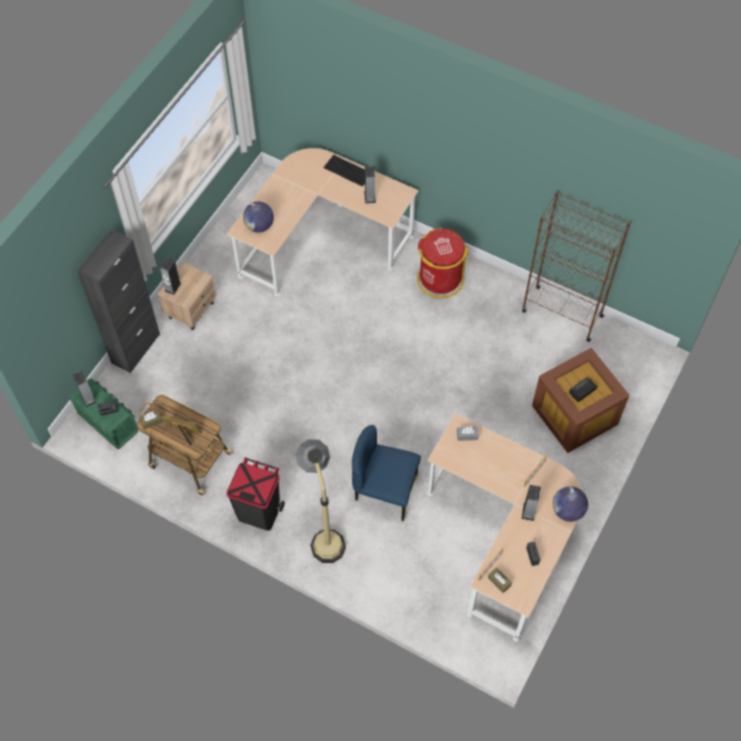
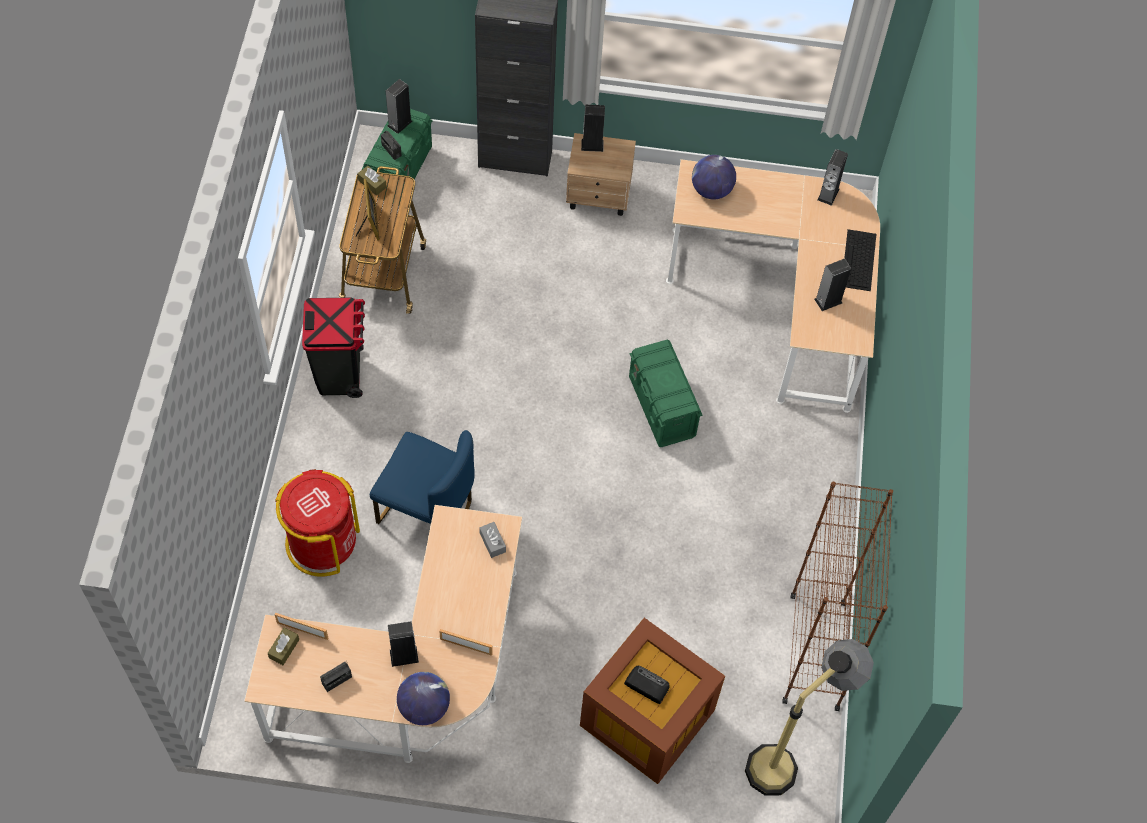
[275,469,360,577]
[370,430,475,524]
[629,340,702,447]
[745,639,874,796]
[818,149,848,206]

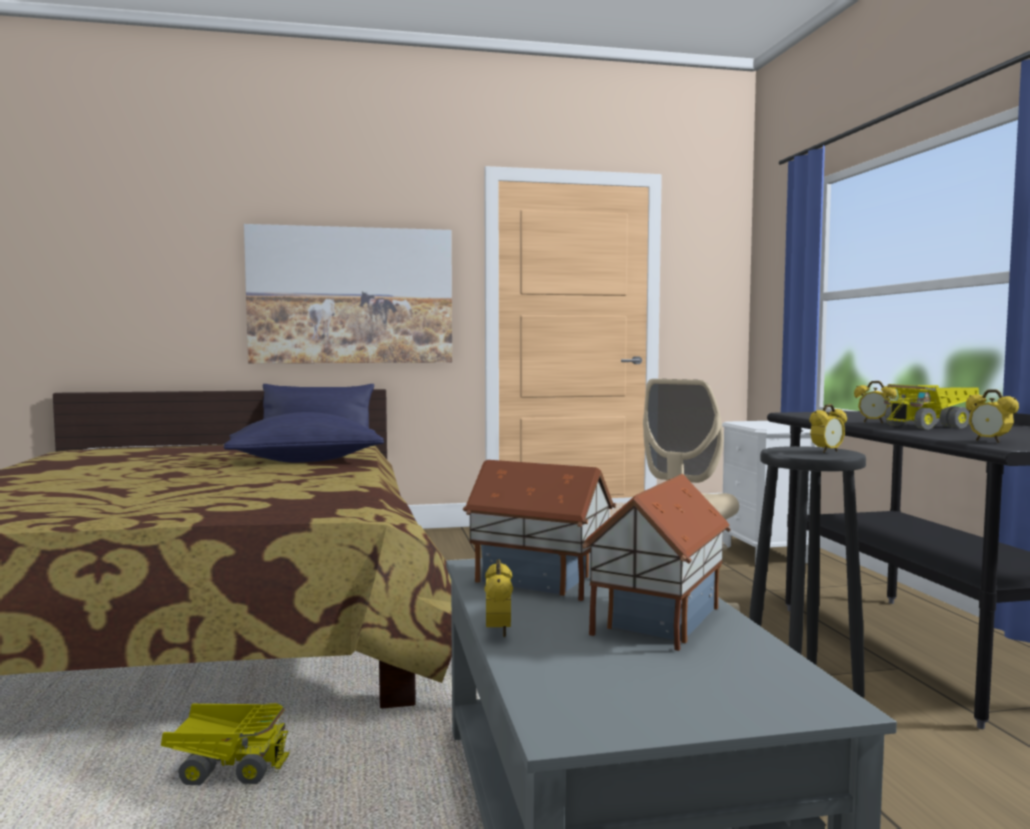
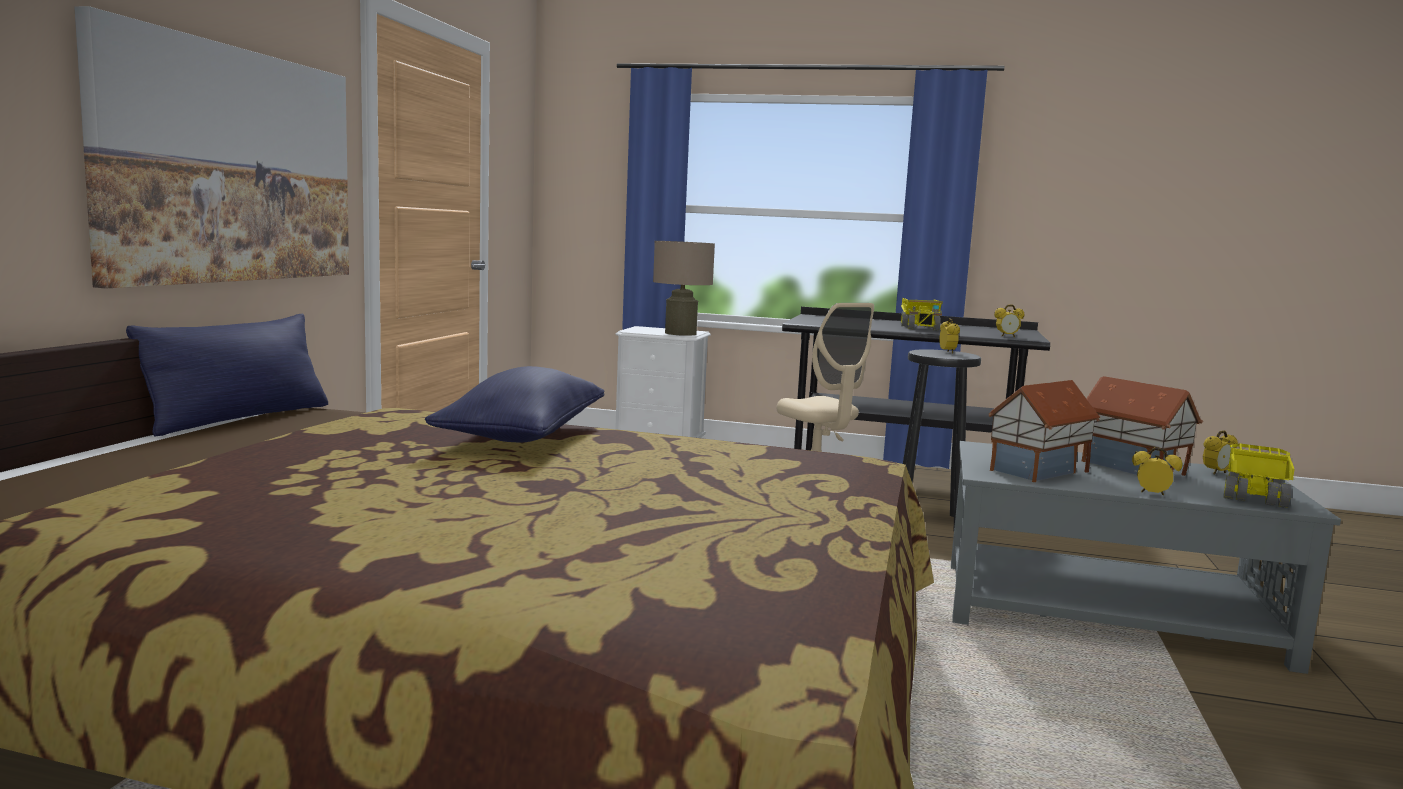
[653,241,715,336]
[1203,430,1238,475]
[1224,443,1295,508]

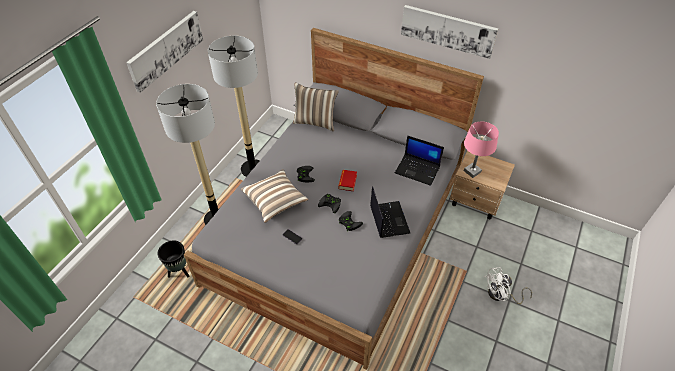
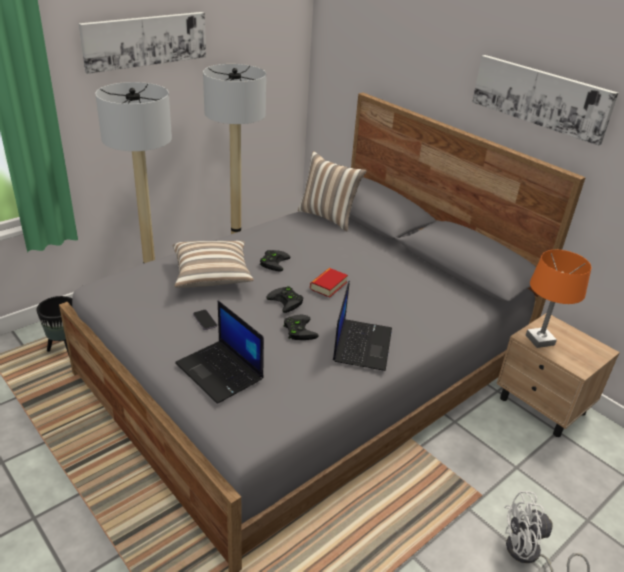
[175,300,264,404]
[526,250,591,348]

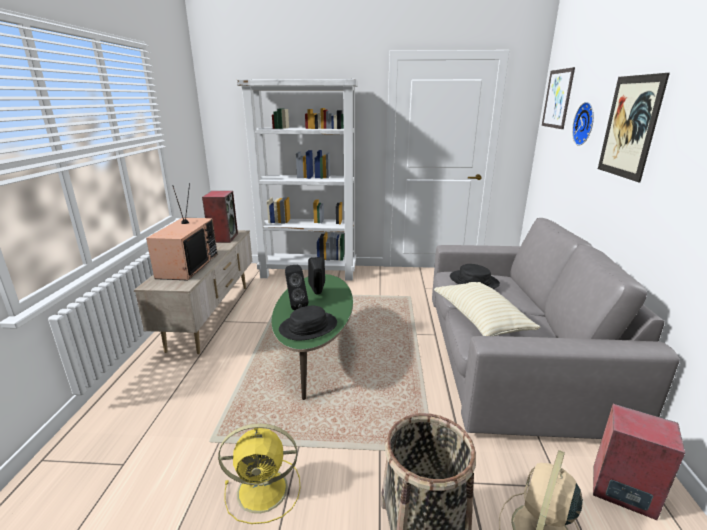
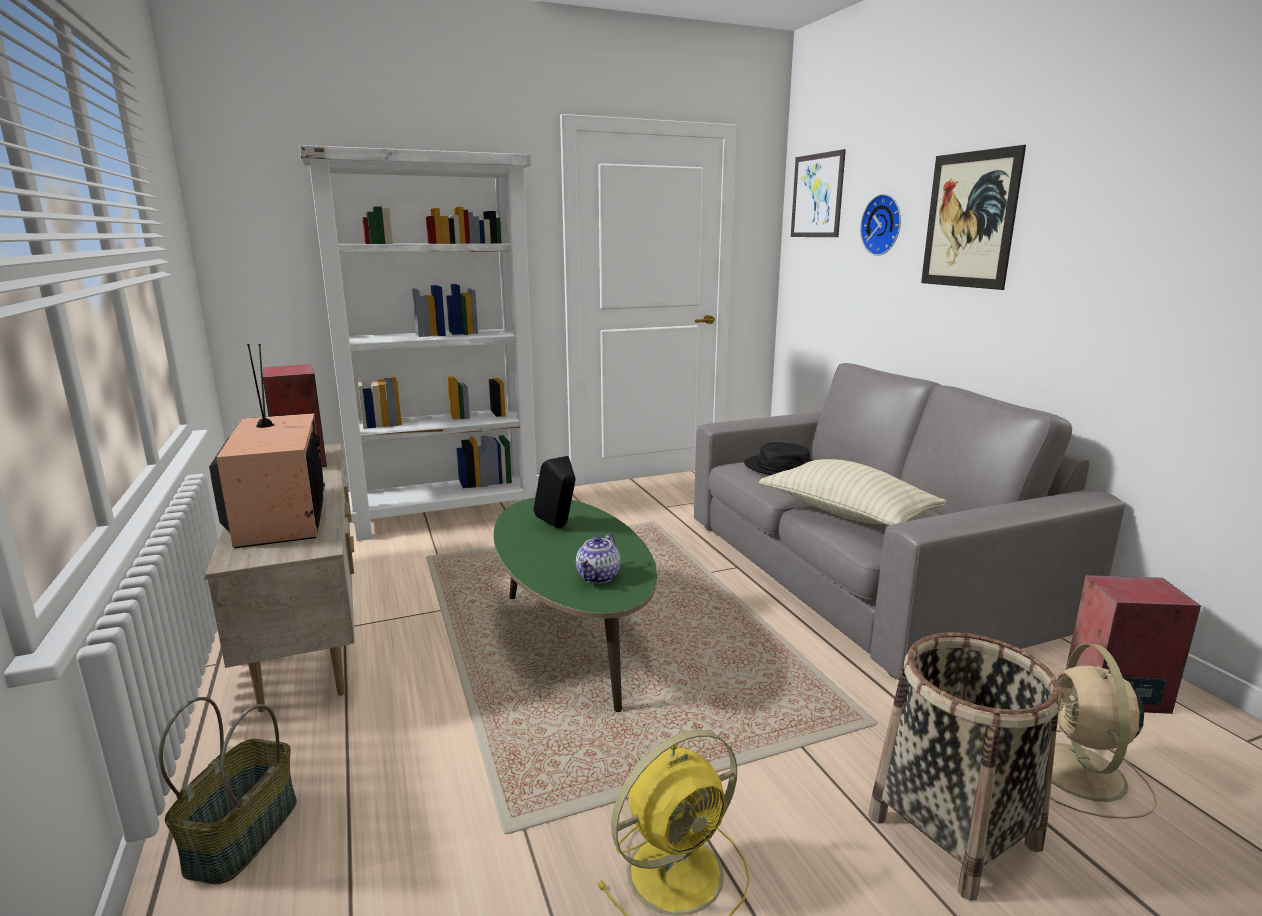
[159,697,297,884]
[576,533,621,584]
[285,265,308,310] (first image)

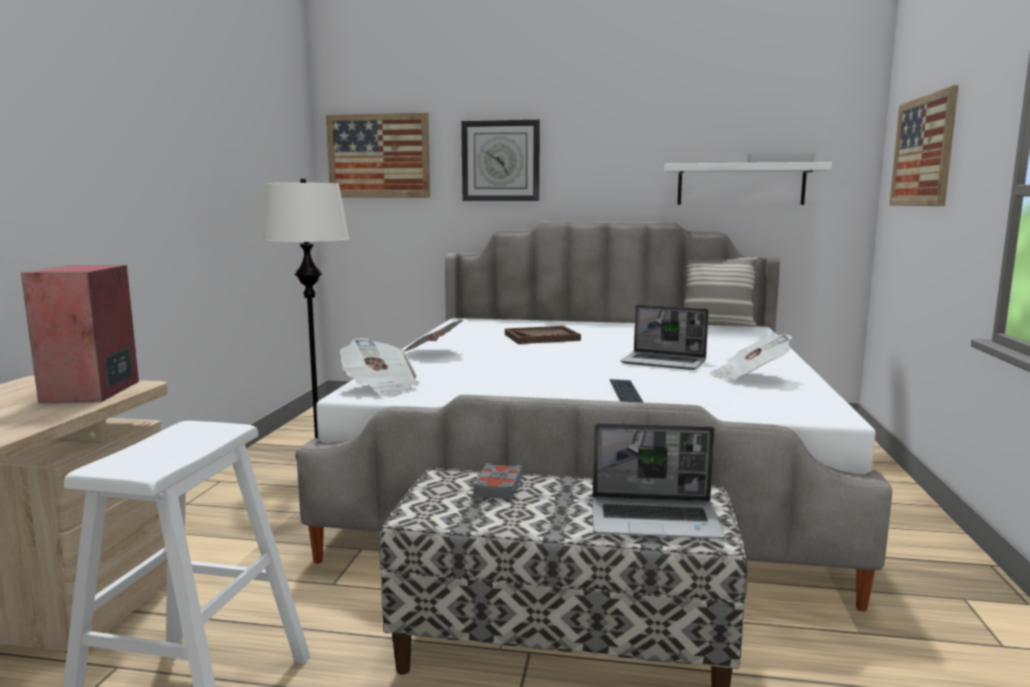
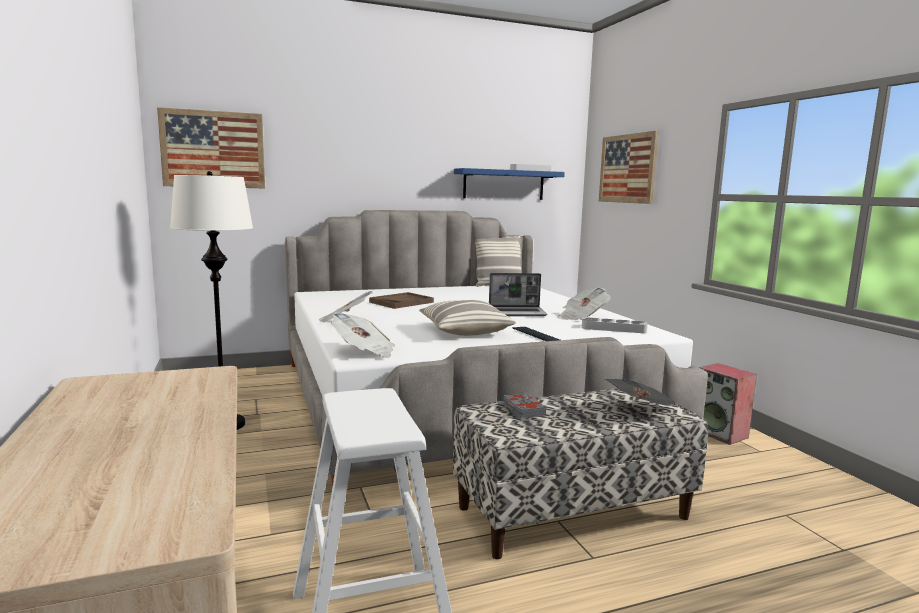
[419,300,516,336]
[454,168,565,200]
[582,317,648,333]
[604,379,675,405]
[699,363,757,445]
[461,120,540,201] (first image)

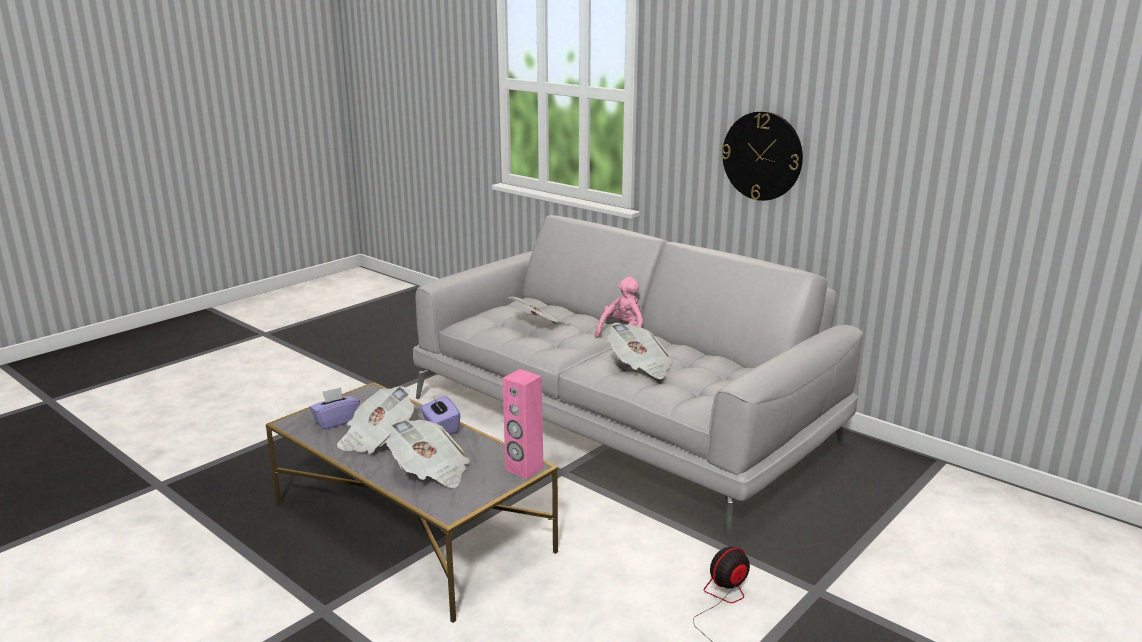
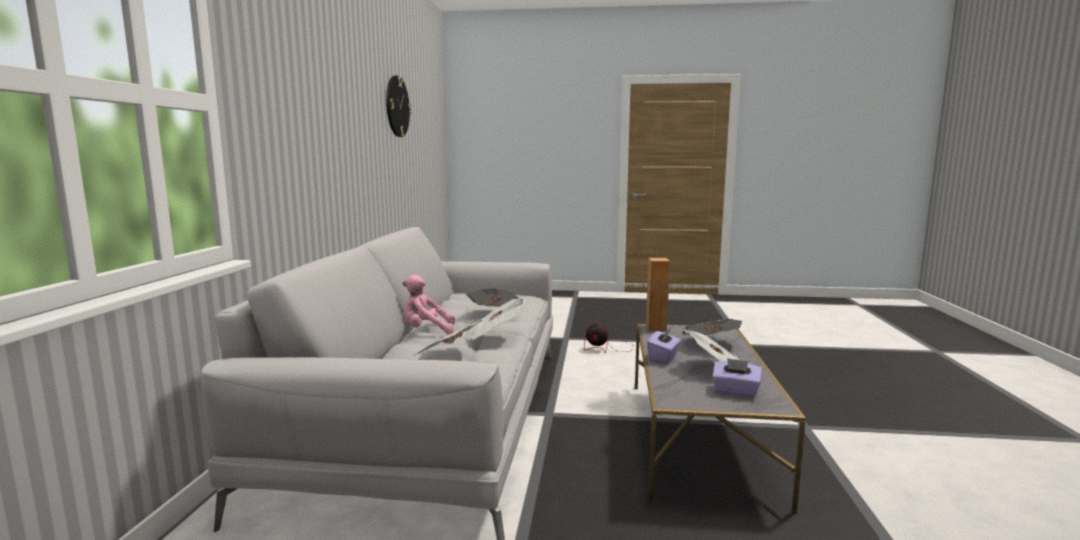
[386,75,412,137]
[462,298,526,341]
[646,258,670,331]

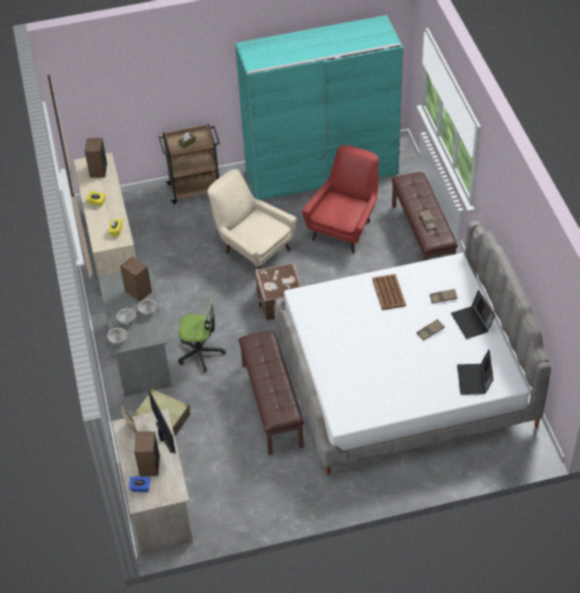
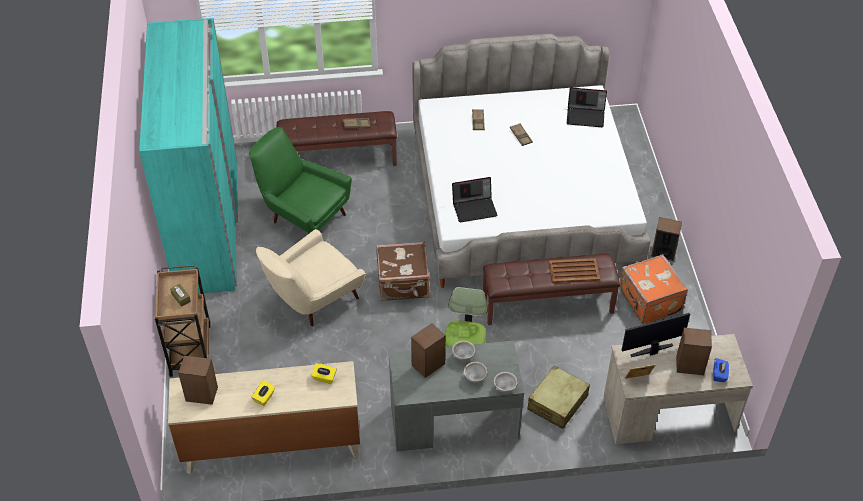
[249,127,352,233]
[452,177,497,222]
[549,258,600,283]
[619,254,688,324]
[651,217,682,261]

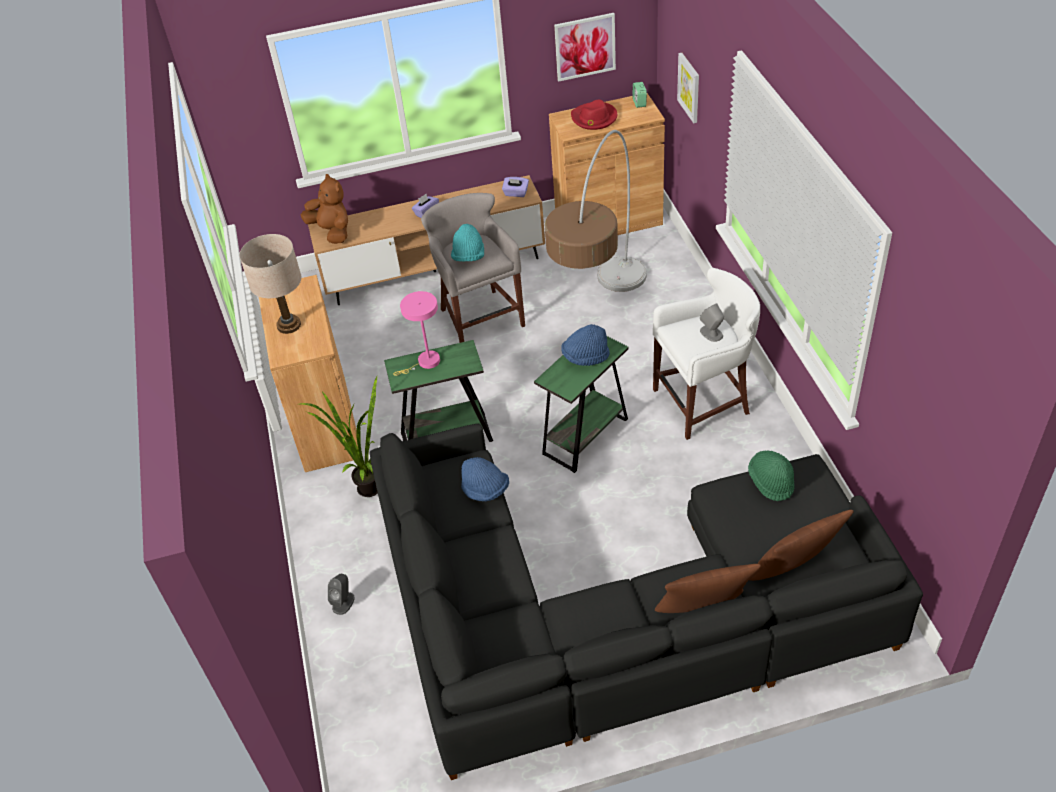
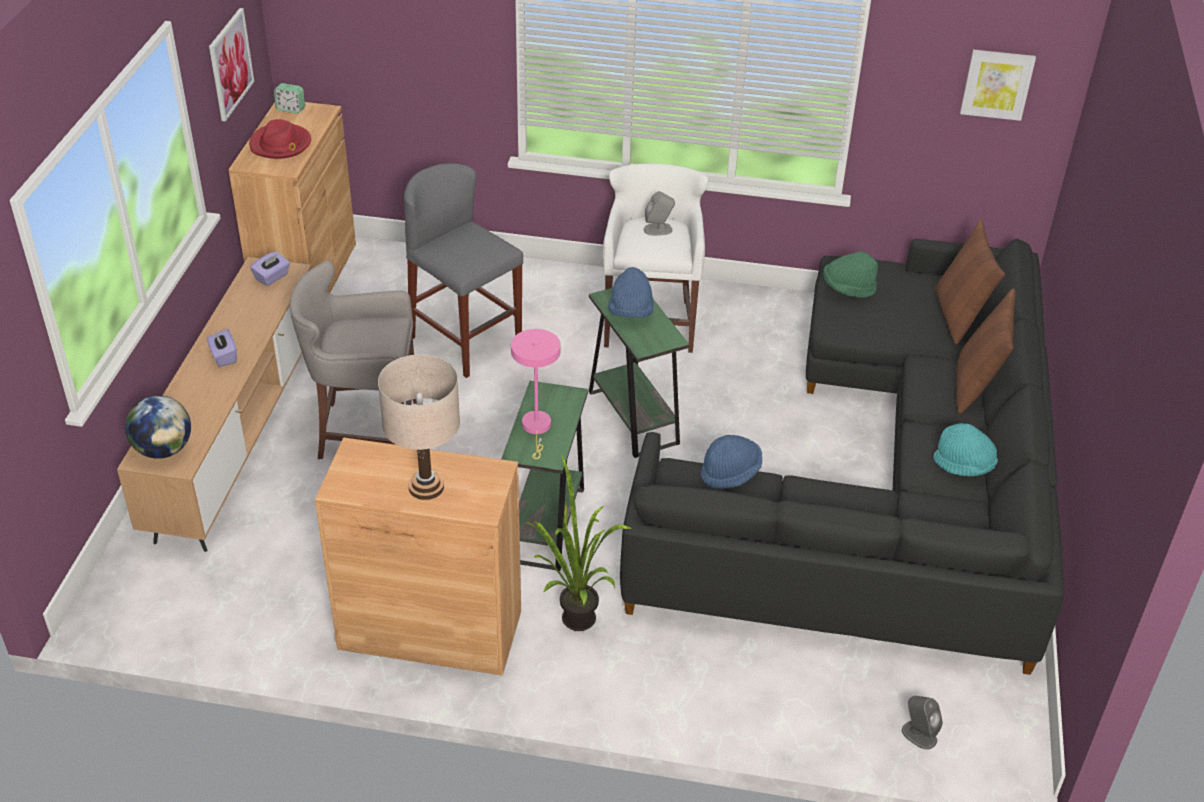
[125,395,191,459]
[404,163,523,378]
[902,696,943,750]
[933,423,998,476]
[960,50,1036,121]

